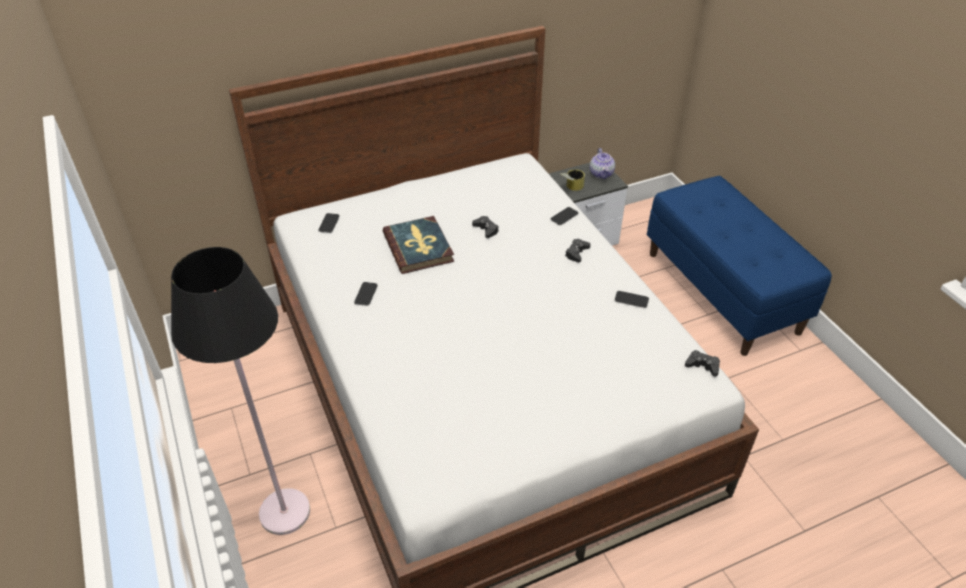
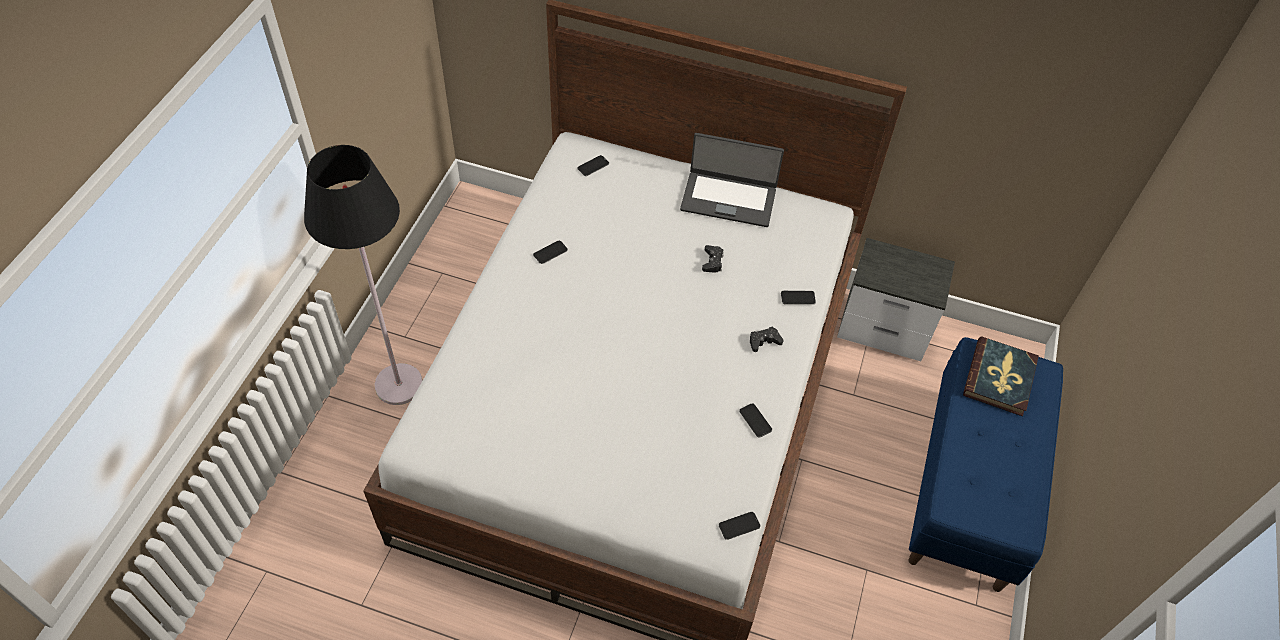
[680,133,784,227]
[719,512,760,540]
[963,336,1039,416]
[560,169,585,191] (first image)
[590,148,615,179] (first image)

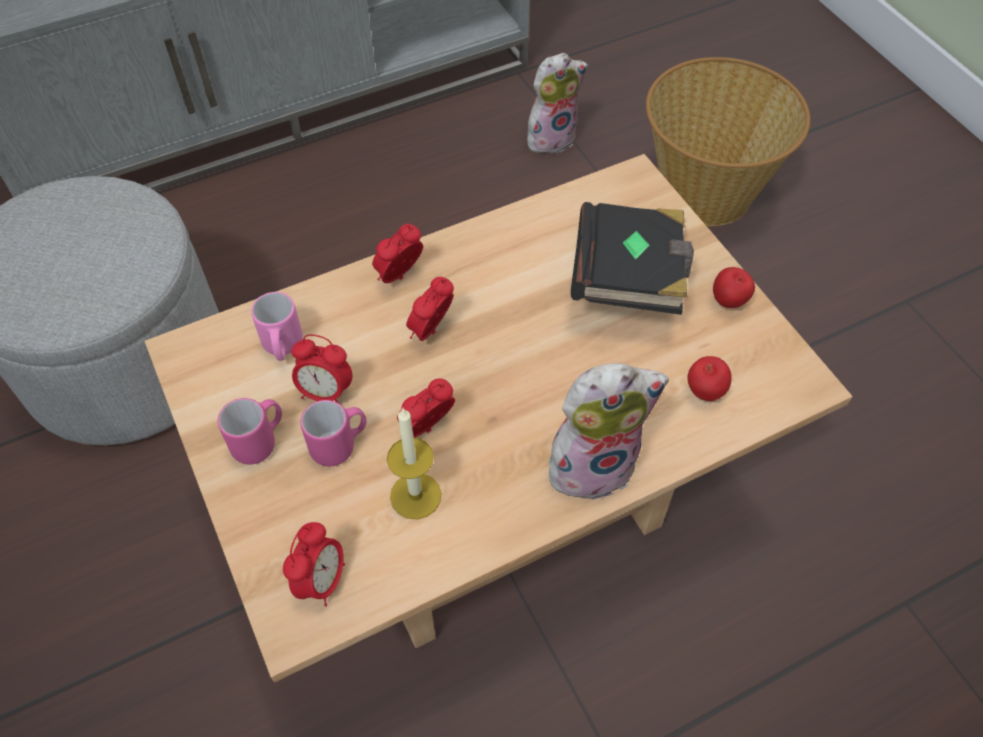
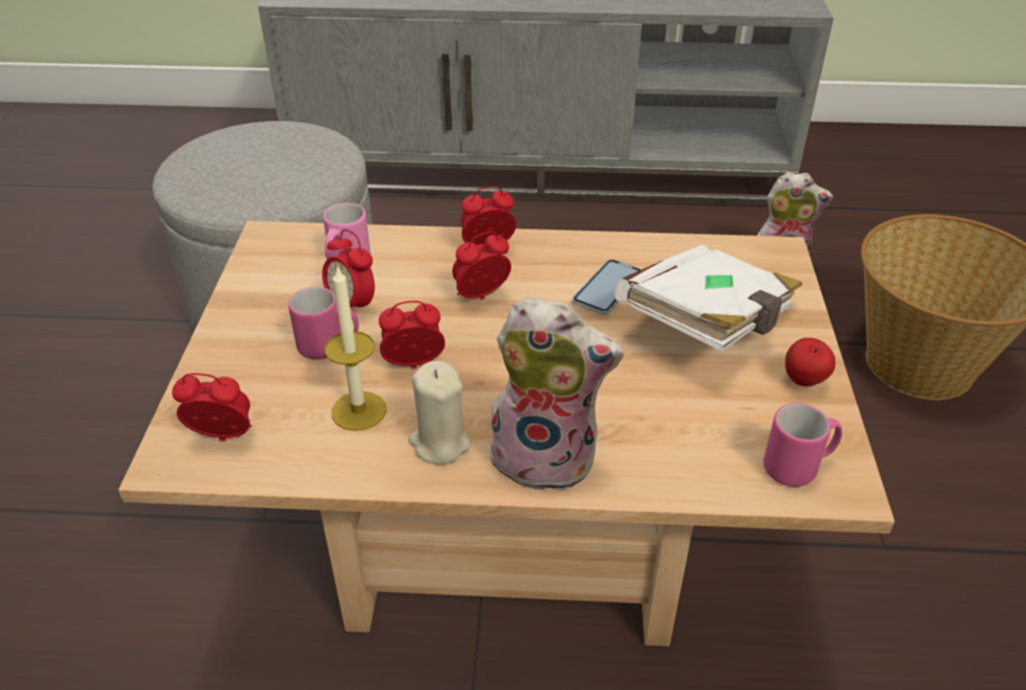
[172,373,252,441]
[408,361,471,464]
[572,259,642,315]
[615,244,803,352]
[763,403,842,487]
[687,356,732,401] (first image)

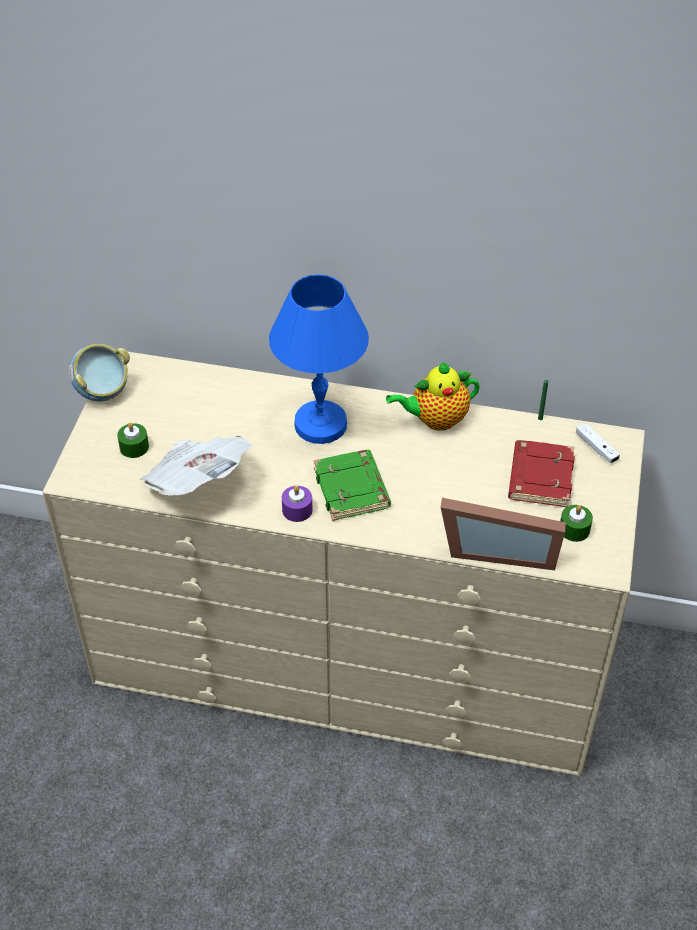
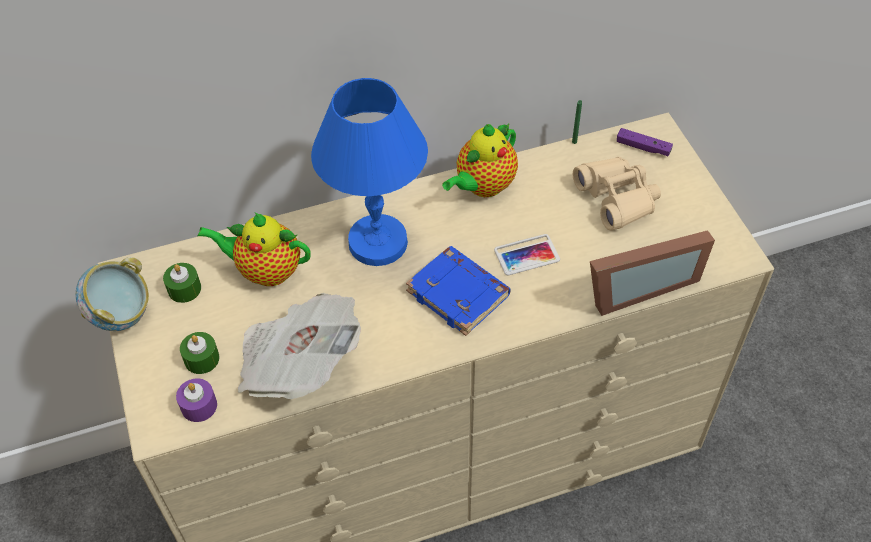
[163,263,201,303]
[176,378,217,422]
[197,213,311,286]
[406,246,511,336]
[494,234,560,275]
[573,157,661,230]
[617,128,673,156]

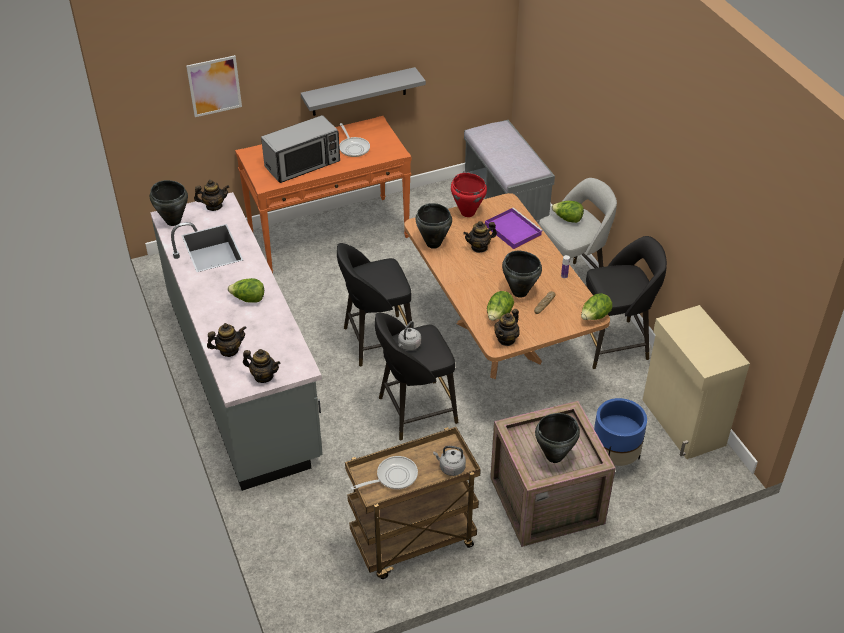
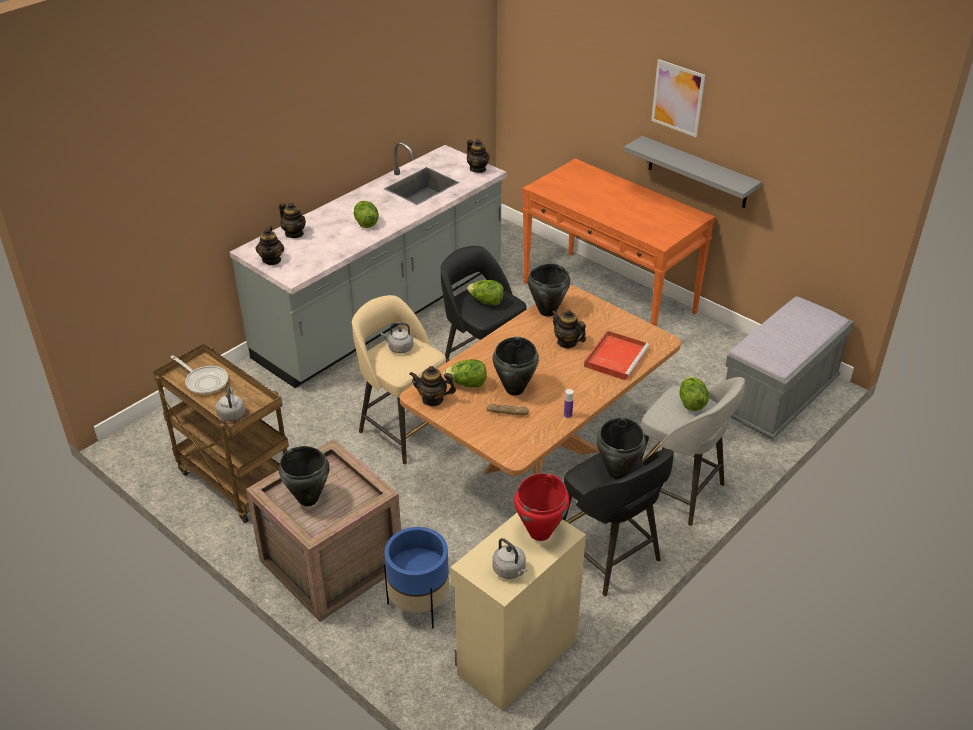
[352,295,446,464]
[467,280,504,306]
[492,538,527,579]
[514,473,569,541]
[584,331,649,381]
[596,417,646,479]
[651,59,705,137]
[261,115,340,183] (first image)
[339,123,370,157] (first image)

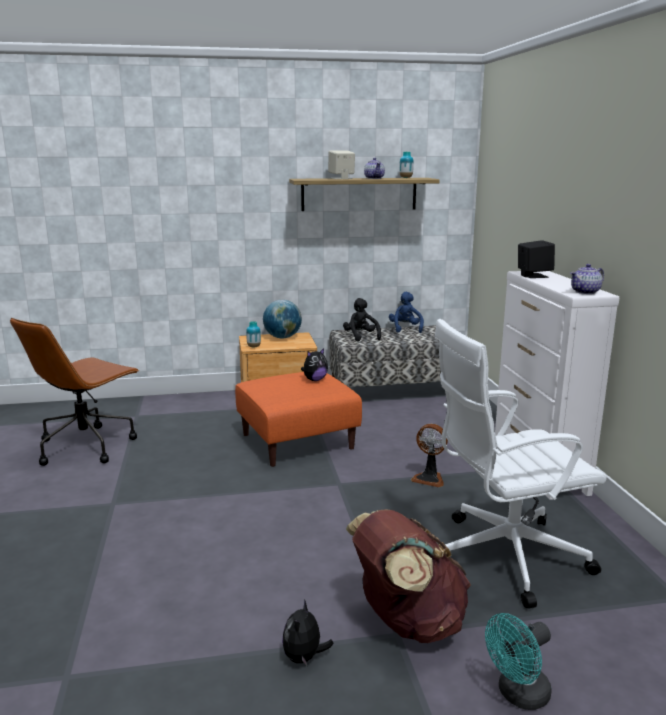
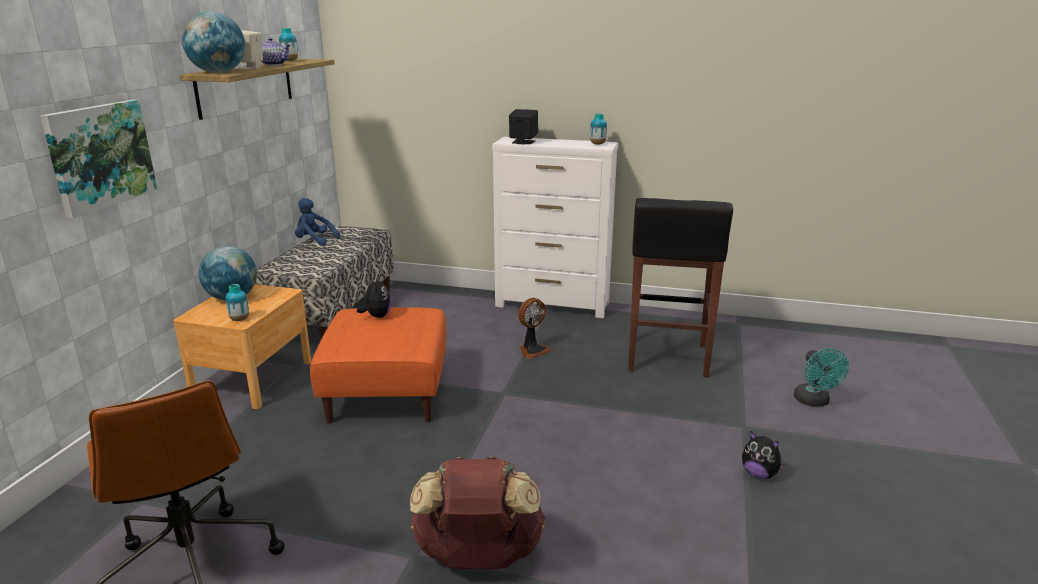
[40,100,157,219]
[181,11,245,73]
[410,456,545,569]
[590,113,607,145]
[628,198,733,377]
[343,298,381,342] (first image)

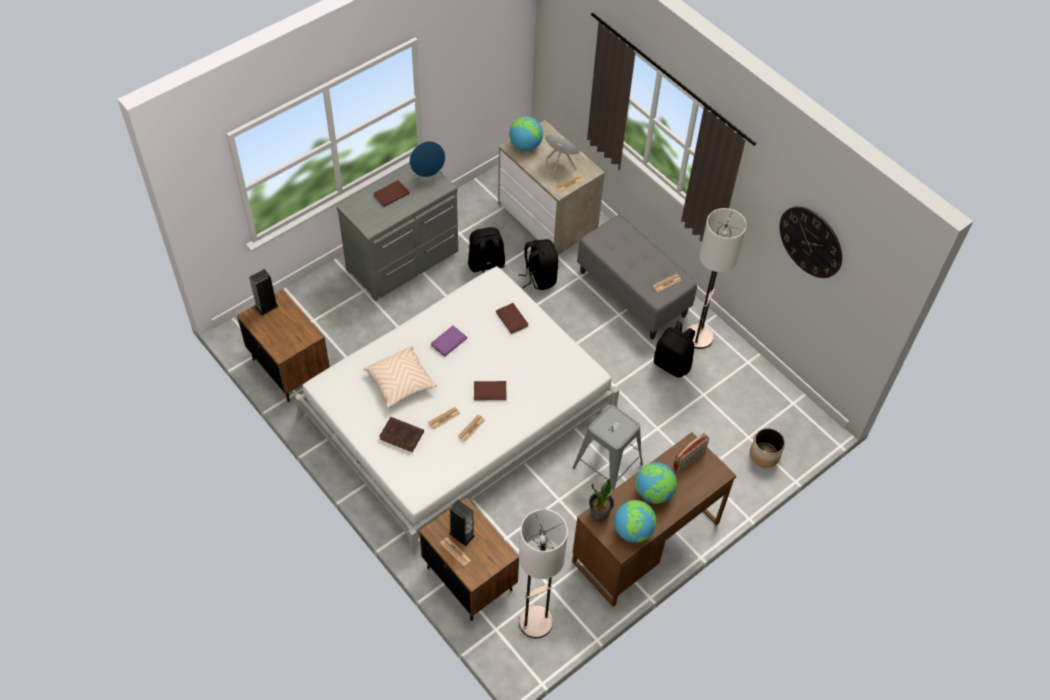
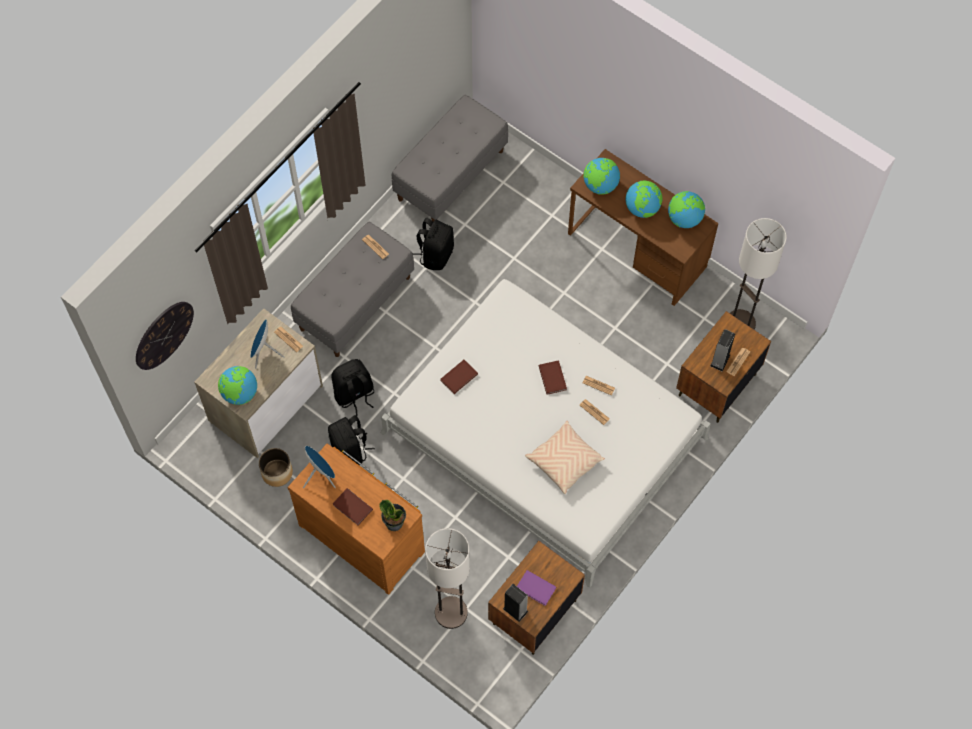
[136,302,194,370]
[259,448,293,487]
[288,443,425,595]
[379,500,406,531]
[392,95,508,222]
[425,528,470,629]
[517,570,557,606]
[583,158,620,195]
[380,417,424,452] (first image)
[573,405,643,491] (first image)

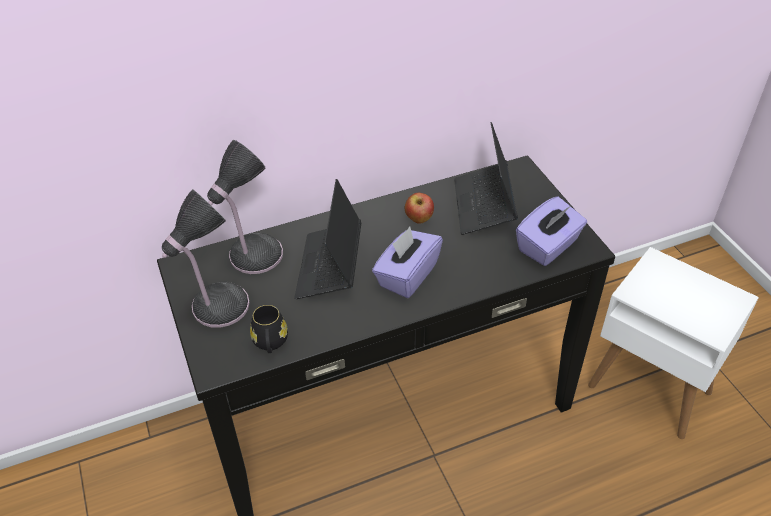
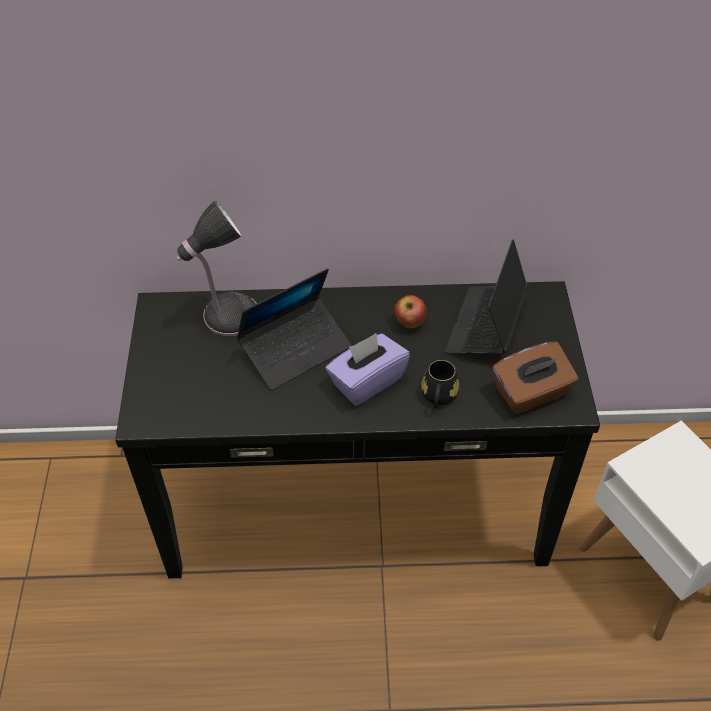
[236,268,351,391]
[421,360,459,408]
[493,341,578,414]
[162,189,250,328] (first image)

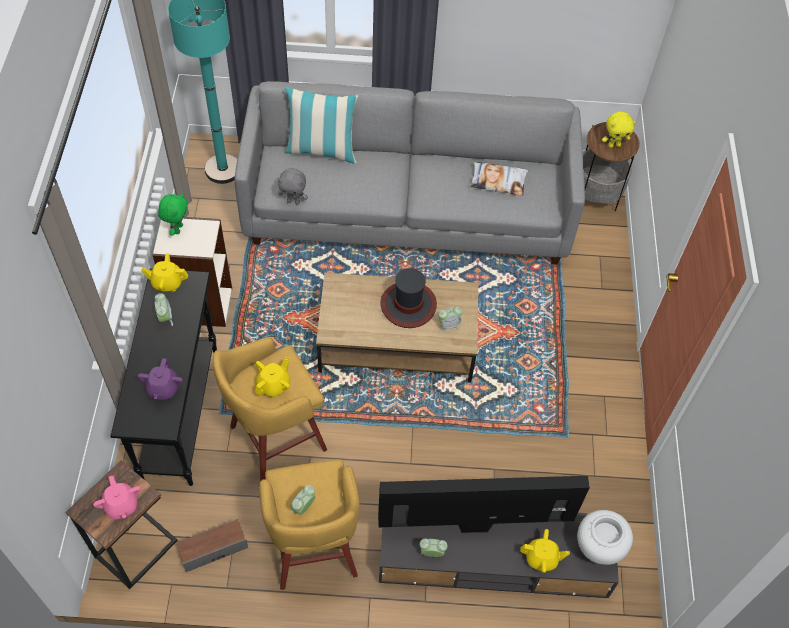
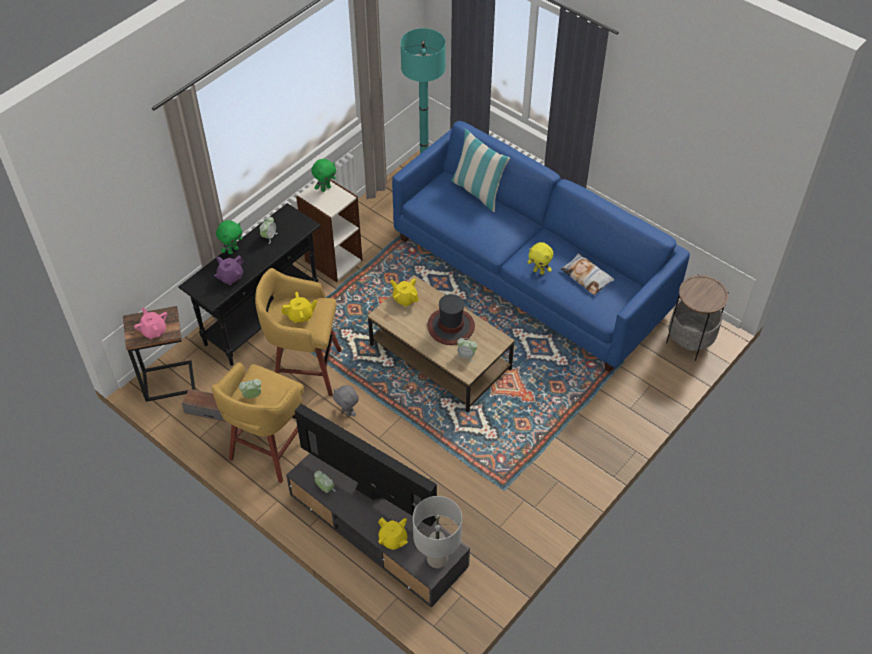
[134,307,167,339]
[216,220,243,254]
[333,385,359,417]
[391,278,419,307]
[392,121,690,372]
[413,496,462,568]
[527,242,553,275]

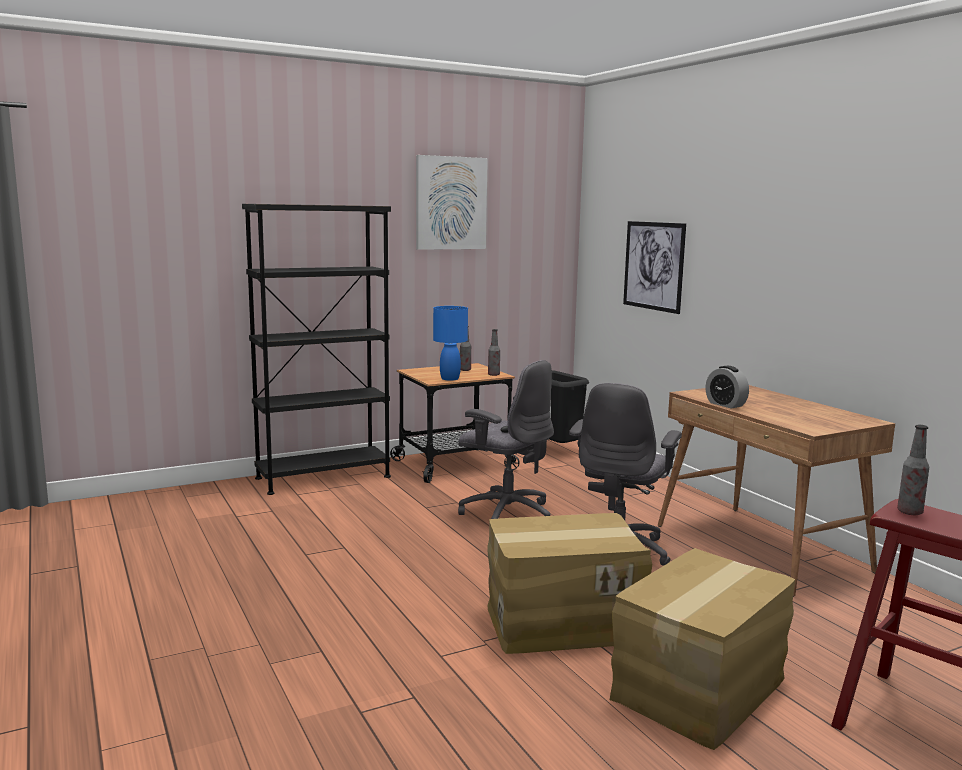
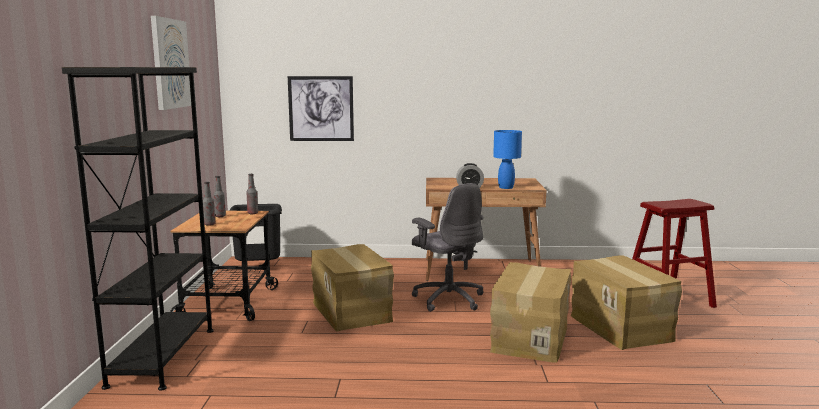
[203,182,216,226]
[311,244,394,332]
[493,130,522,189]

